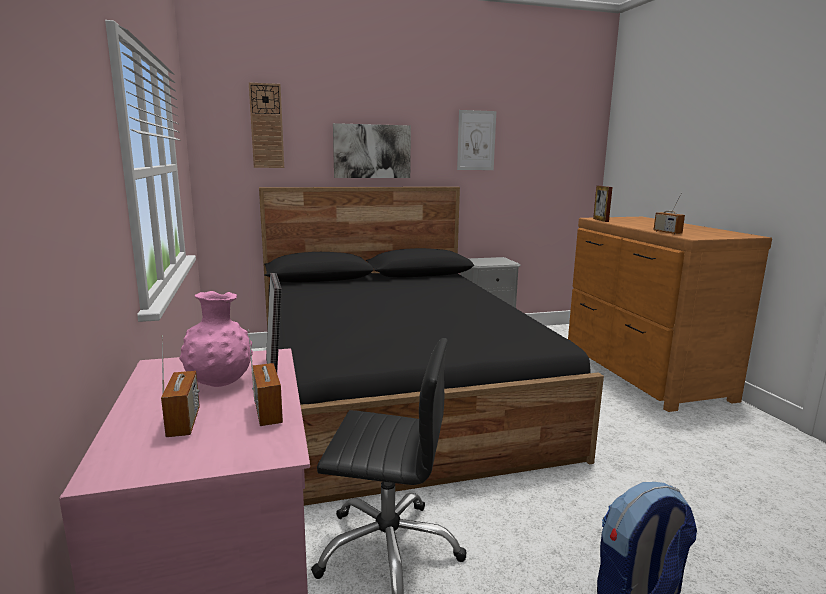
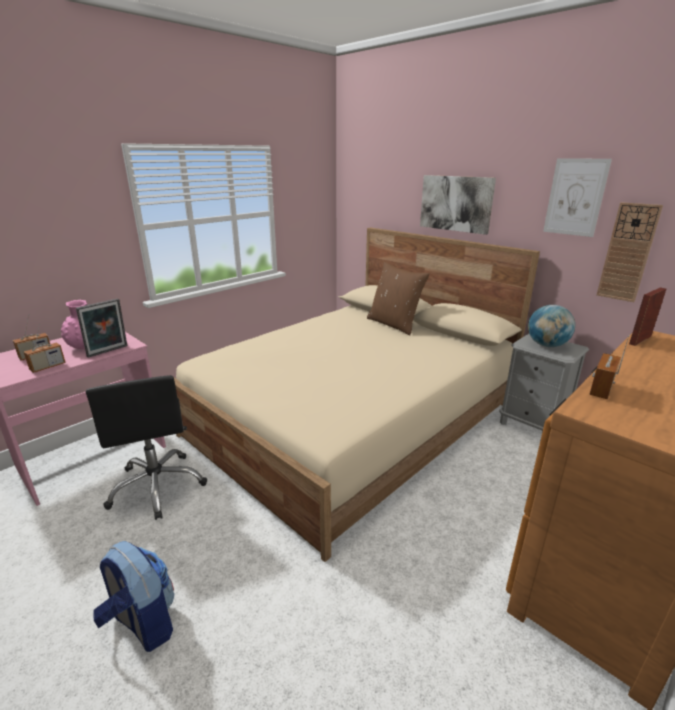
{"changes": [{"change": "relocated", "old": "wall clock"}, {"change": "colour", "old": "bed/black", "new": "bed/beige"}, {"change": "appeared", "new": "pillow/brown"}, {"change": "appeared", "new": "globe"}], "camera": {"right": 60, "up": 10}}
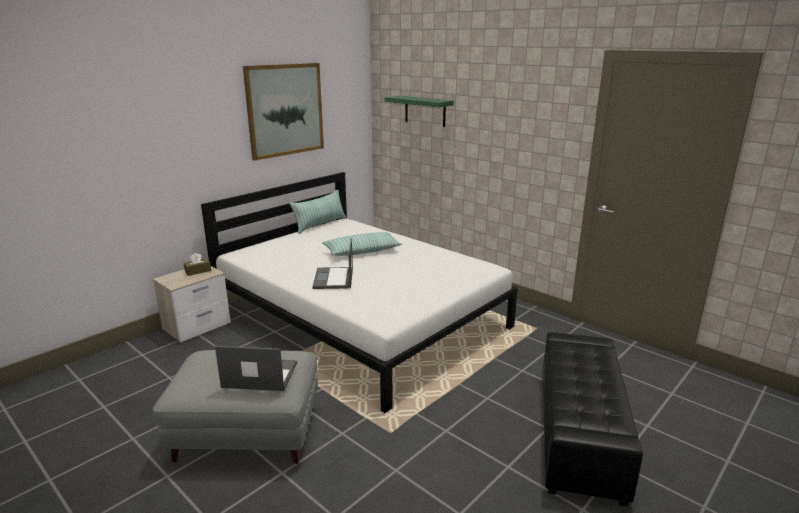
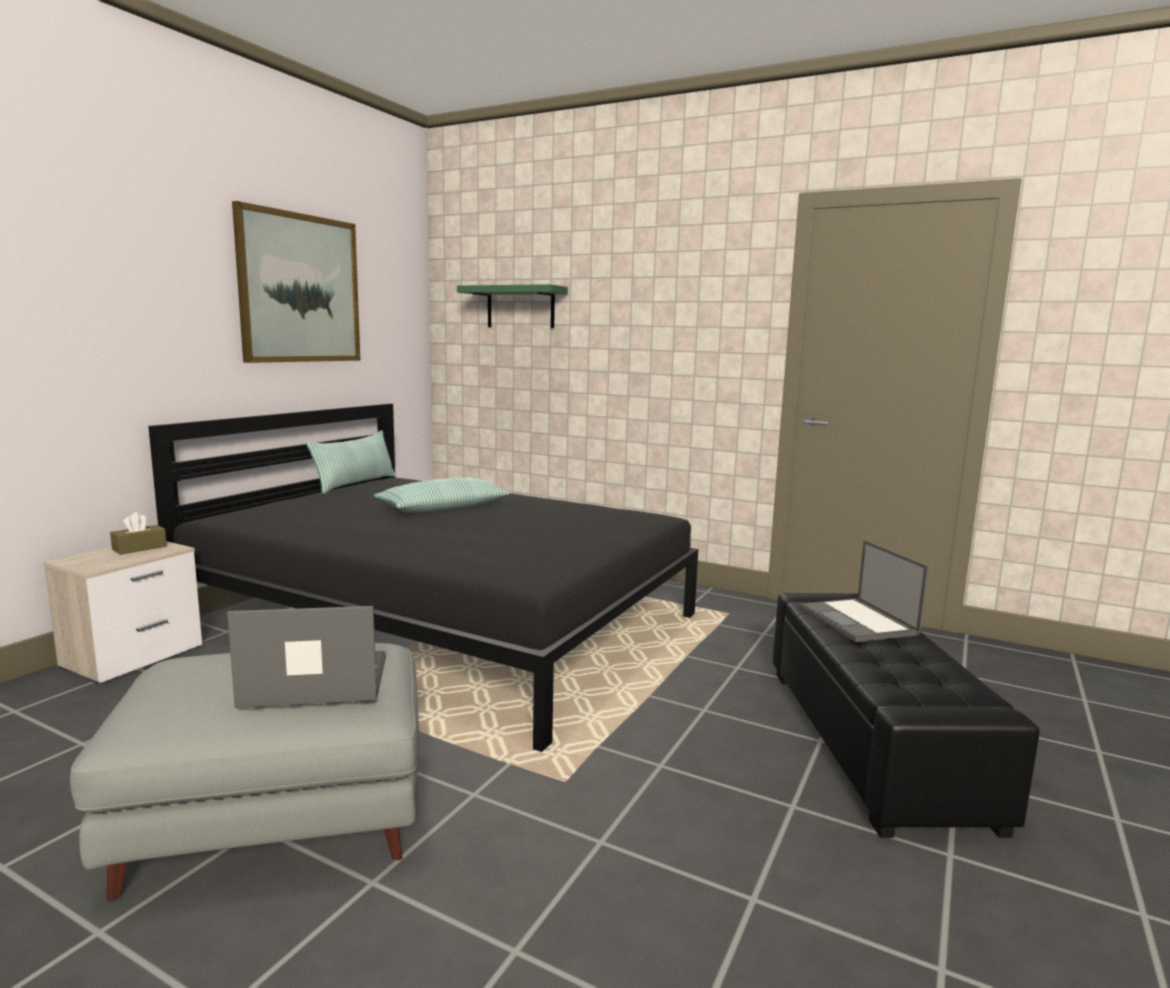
{"changes": [{"change": "colour", "old": "bed/white", "new": "bed/black"}, {"change": "relocated", "old": "laptop (no. 2 from left)"}], "camera": {"right": -15, "up": -10}}
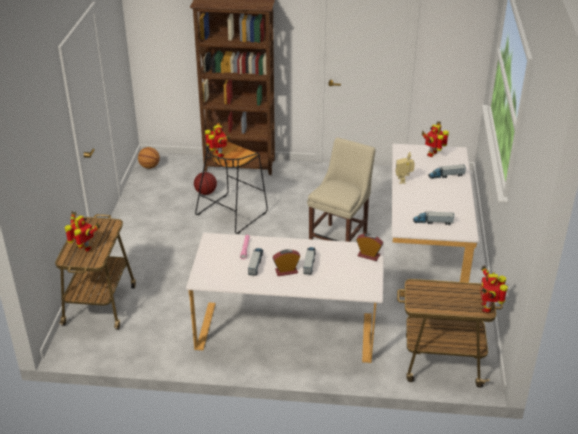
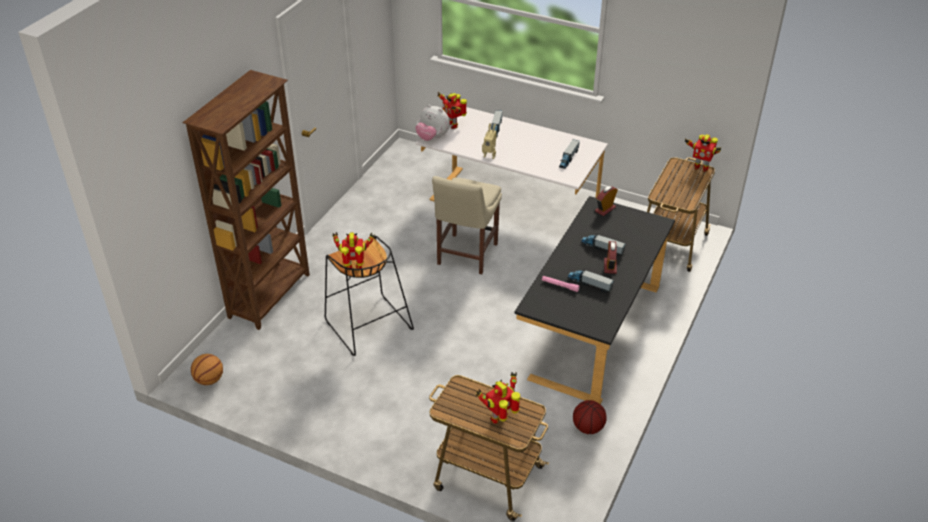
{"changes": [{"change": "spun", "old": "chair/beige", "degrees": -120}, {"change": "relocated", "old": "basketball (no. 2 from left)"}, {"change": "colour", "old": "desk/white (no. 1 from left)", "new": "desk/black"}, {"change": "appeared", "new": "plush toy"}], "camera": {"right": -70, "up": 5}}
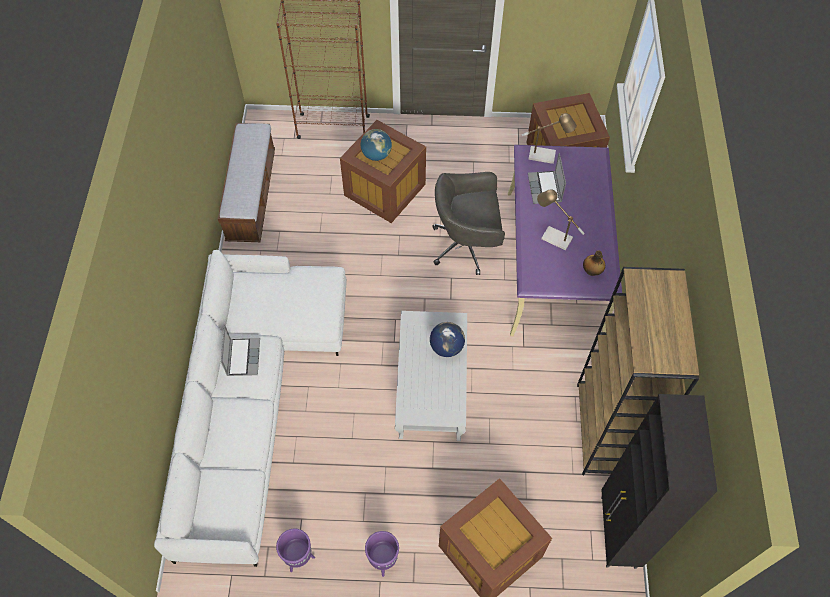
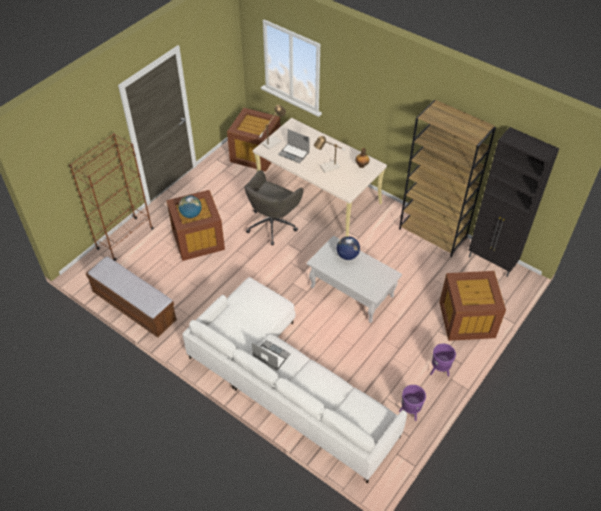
{"changes": [{"change": "colour", "old": "desk/purple", "new": "desk/beige"}], "camera": {"right": -55, "up": -10}}
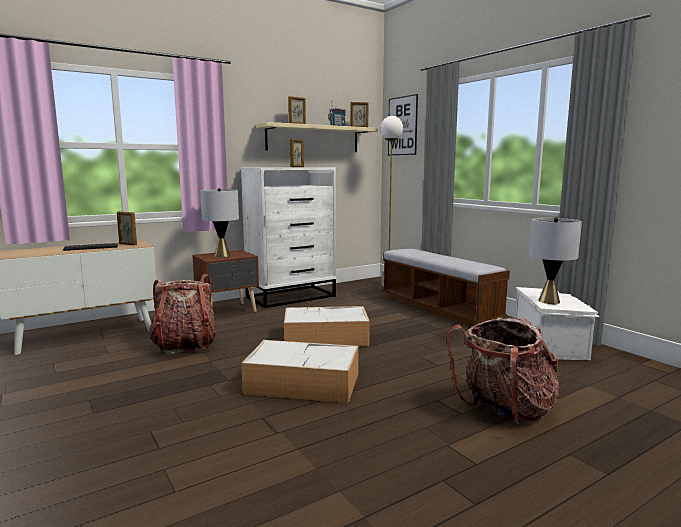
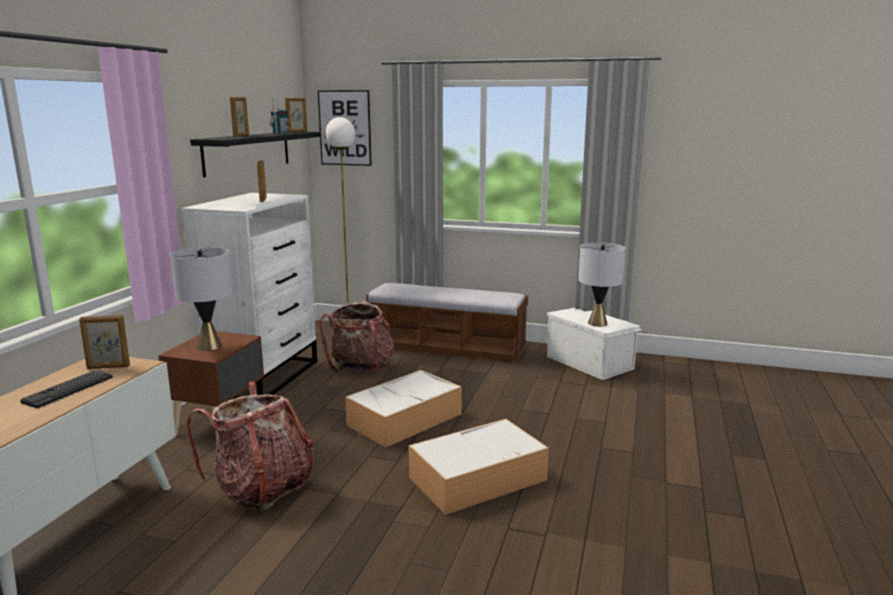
{"changes": [{"change": "colour", "old": "shelf/beige", "new": "shelf/black"}, {"change": "relocated", "old": "backpack (no. 2 from left)"}], "camera": {"right": -40, "up": 5}}
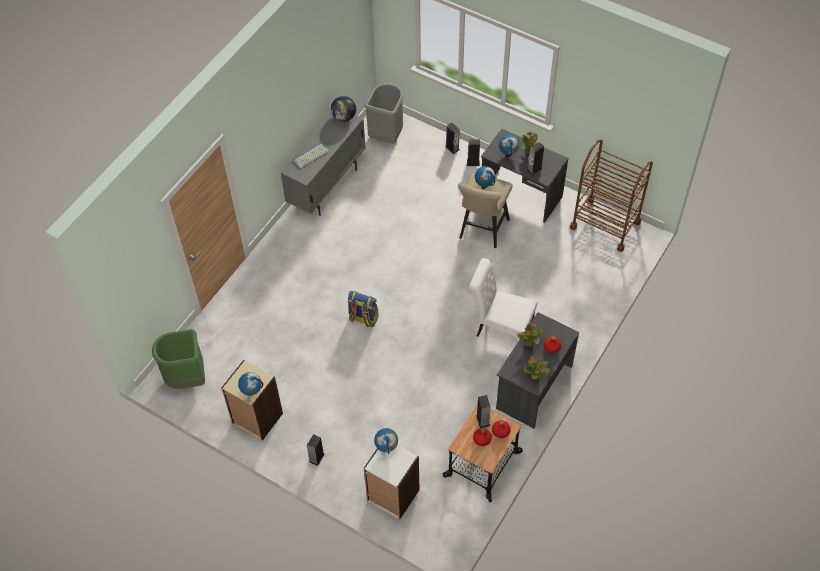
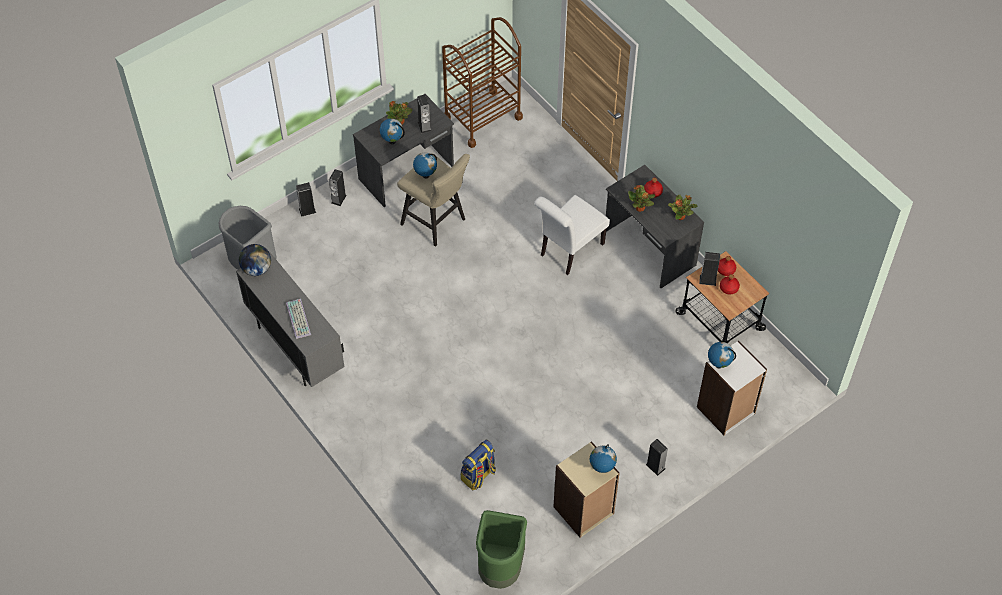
{"changes": [{"change": "relocated", "old": "backpack"}], "camera": {"right": -70, "up": 0}}
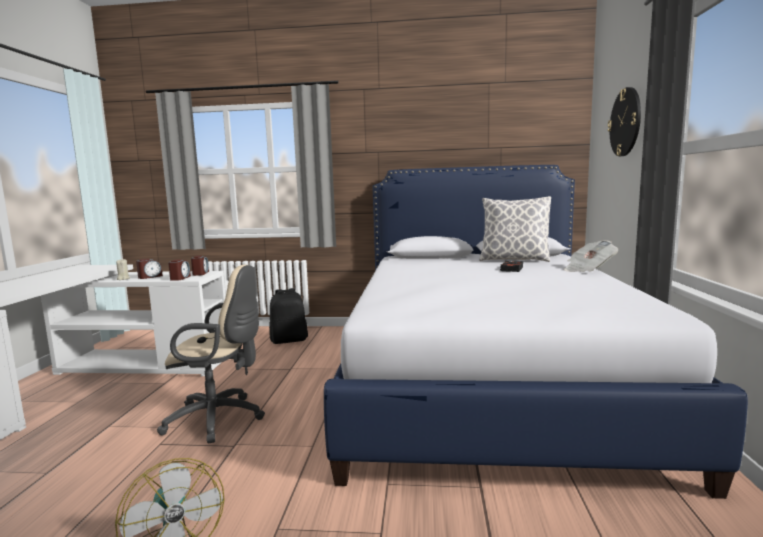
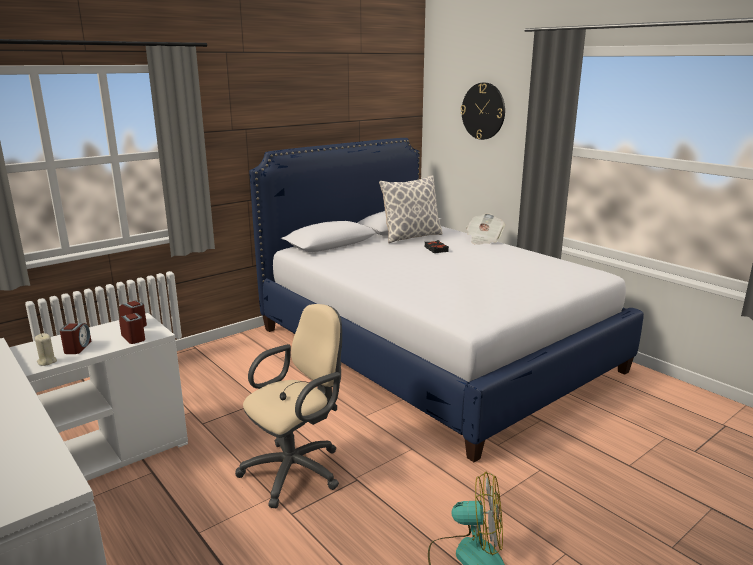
{"changes": [{"change": "missing", "old": "backpack/black"}], "camera": {"right": -45, "up": 10}}
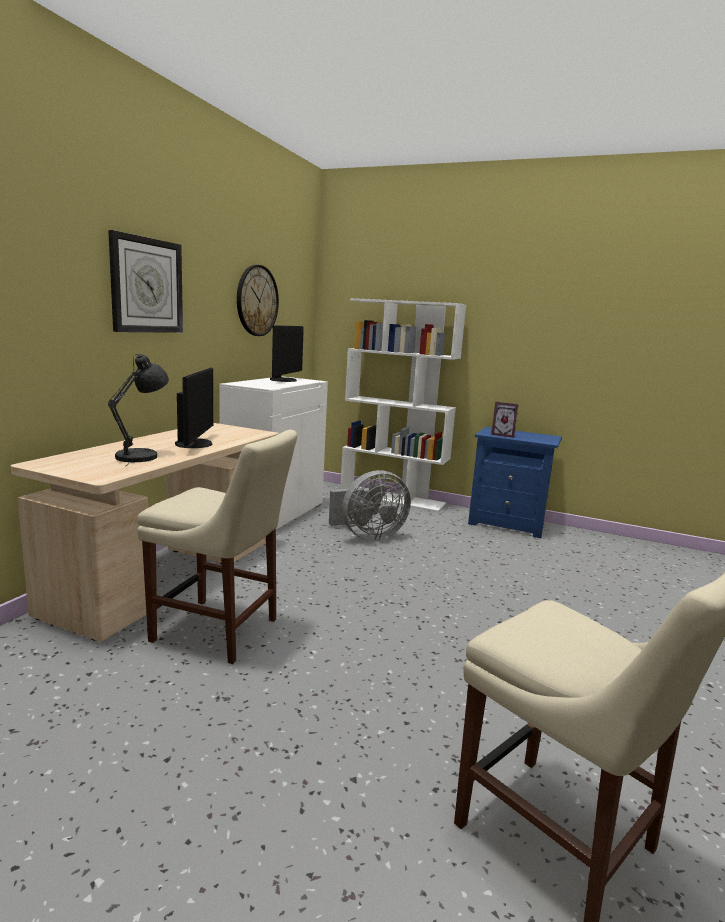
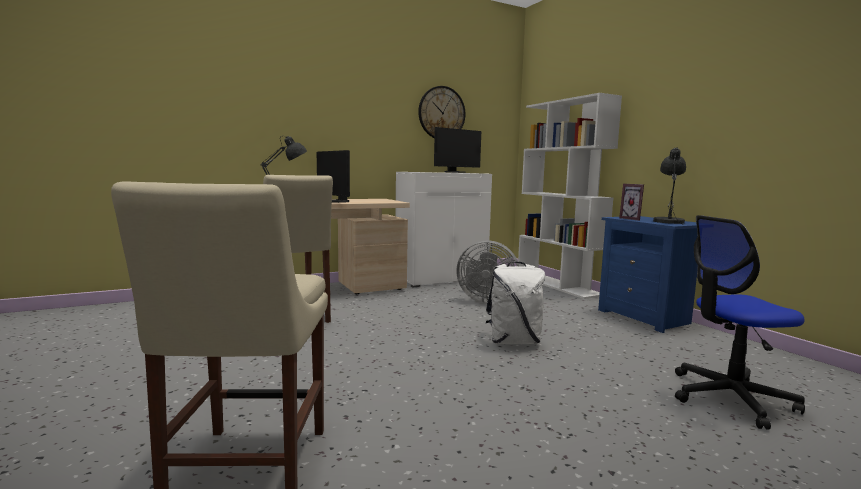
{"changes": [{"change": "missing", "old": "wall clock (no. 1 from left)"}, {"change": "spun", "old": "monitor (no. 1 from left)", "degrees": 105}, {"change": "appeared", "new": "table lamp/grey (no. 2 from left)"}, {"change": "appeared", "new": "office chair"}, {"change": "appeared", "new": "backpack/white"}], "camera": {"right": 40, "up": -5}}
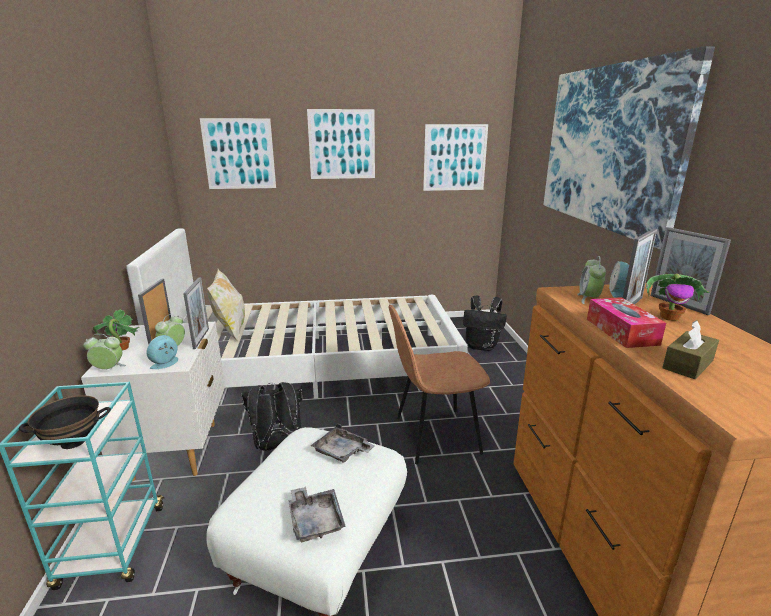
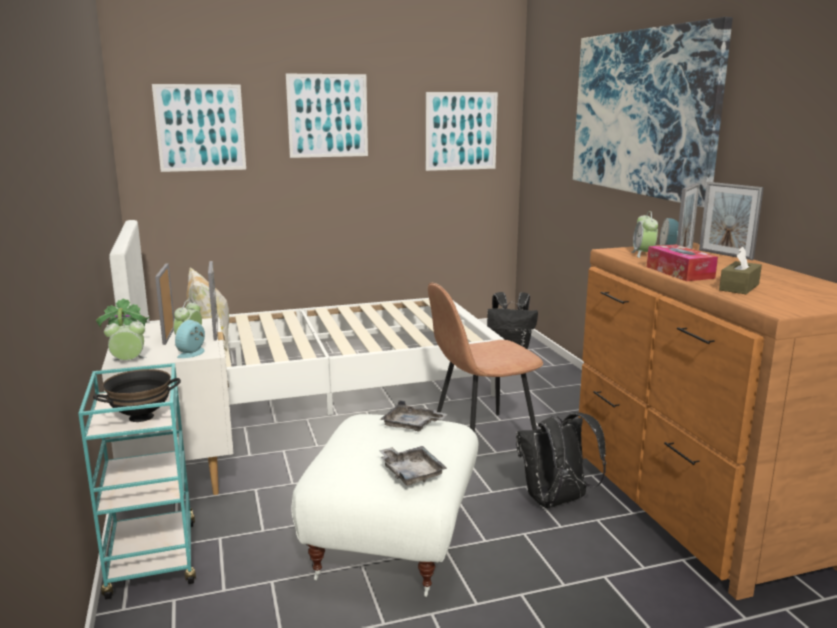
{"changes": [{"change": "missing", "old": "potted plant (no. 2 from left)"}, {"change": "relocated", "old": "backpack/black (no. 1 from left in the first image)", "new": "backpack/black (no. 2 from left)"}], "camera": {"right": -10, "up": -5}}
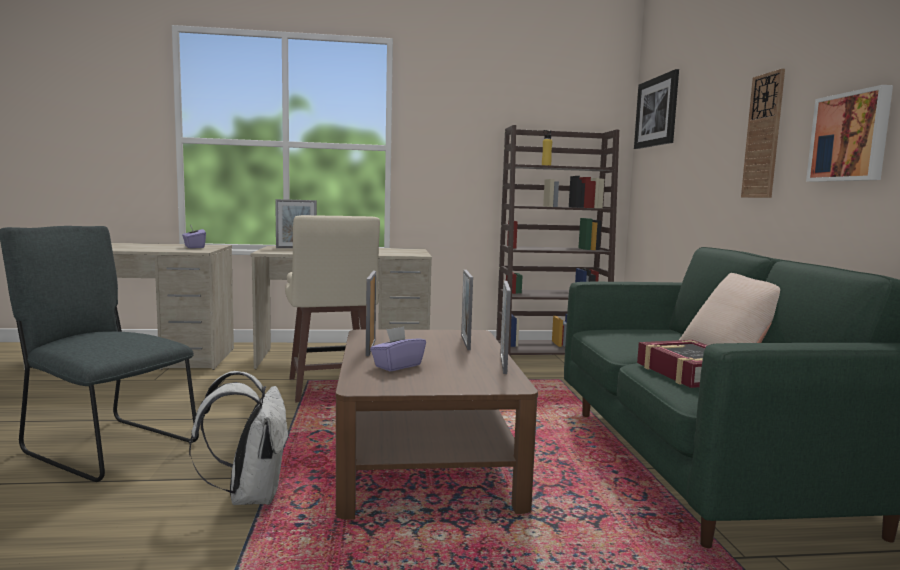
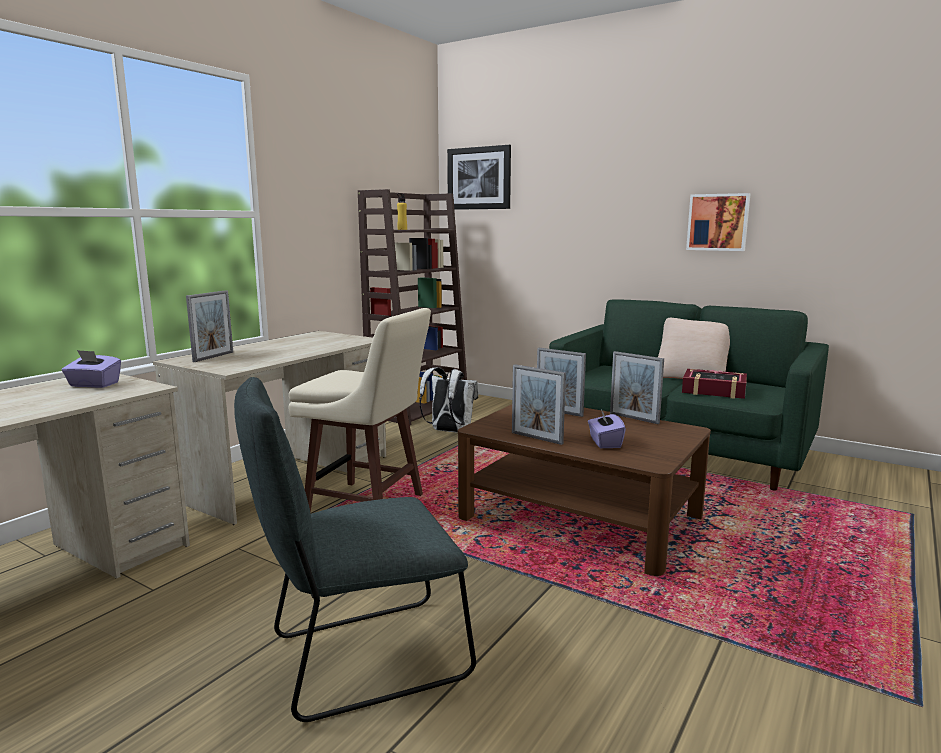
{"changes": [{"change": "missing", "old": "wall clock"}, {"change": "relocated", "old": "backpack/white"}], "camera": {"right": -50, "up": 5}}
